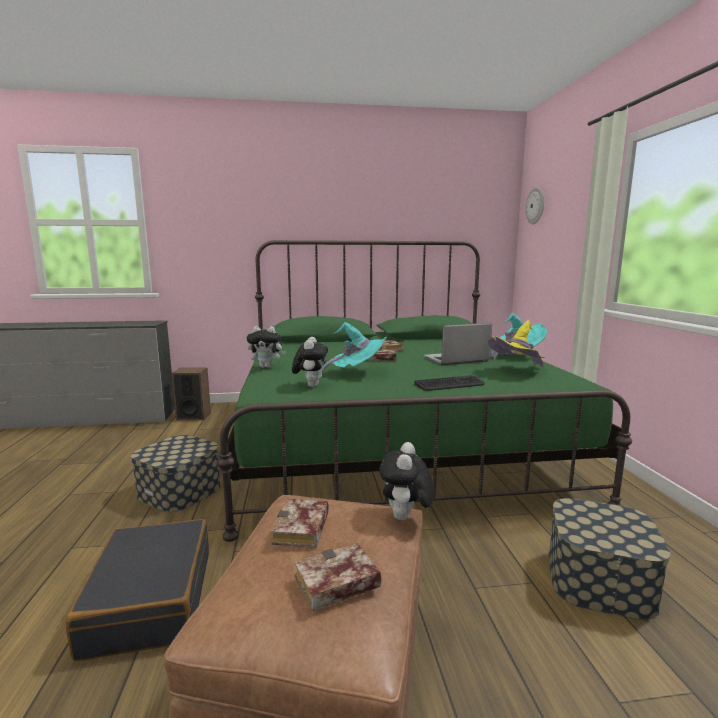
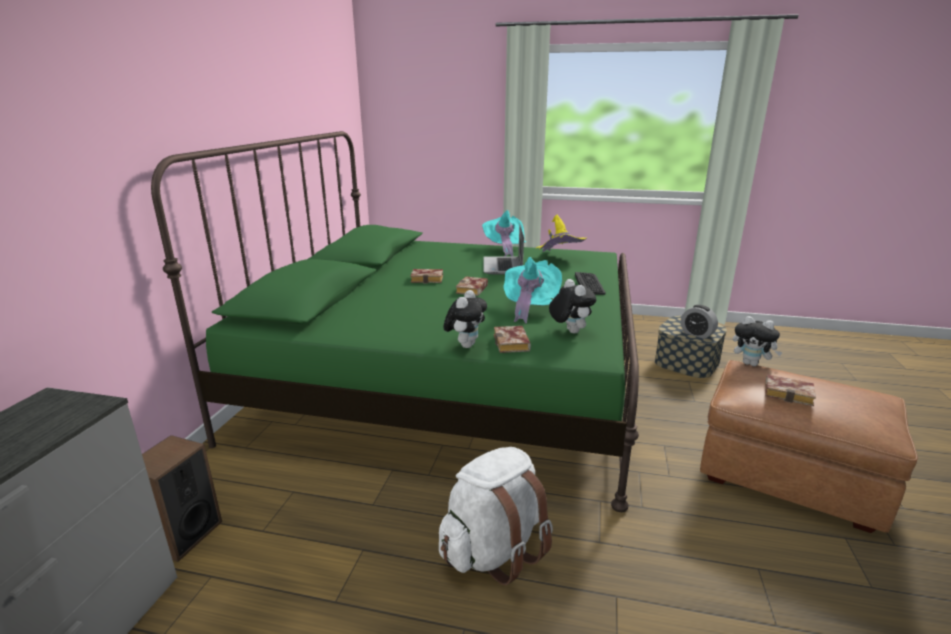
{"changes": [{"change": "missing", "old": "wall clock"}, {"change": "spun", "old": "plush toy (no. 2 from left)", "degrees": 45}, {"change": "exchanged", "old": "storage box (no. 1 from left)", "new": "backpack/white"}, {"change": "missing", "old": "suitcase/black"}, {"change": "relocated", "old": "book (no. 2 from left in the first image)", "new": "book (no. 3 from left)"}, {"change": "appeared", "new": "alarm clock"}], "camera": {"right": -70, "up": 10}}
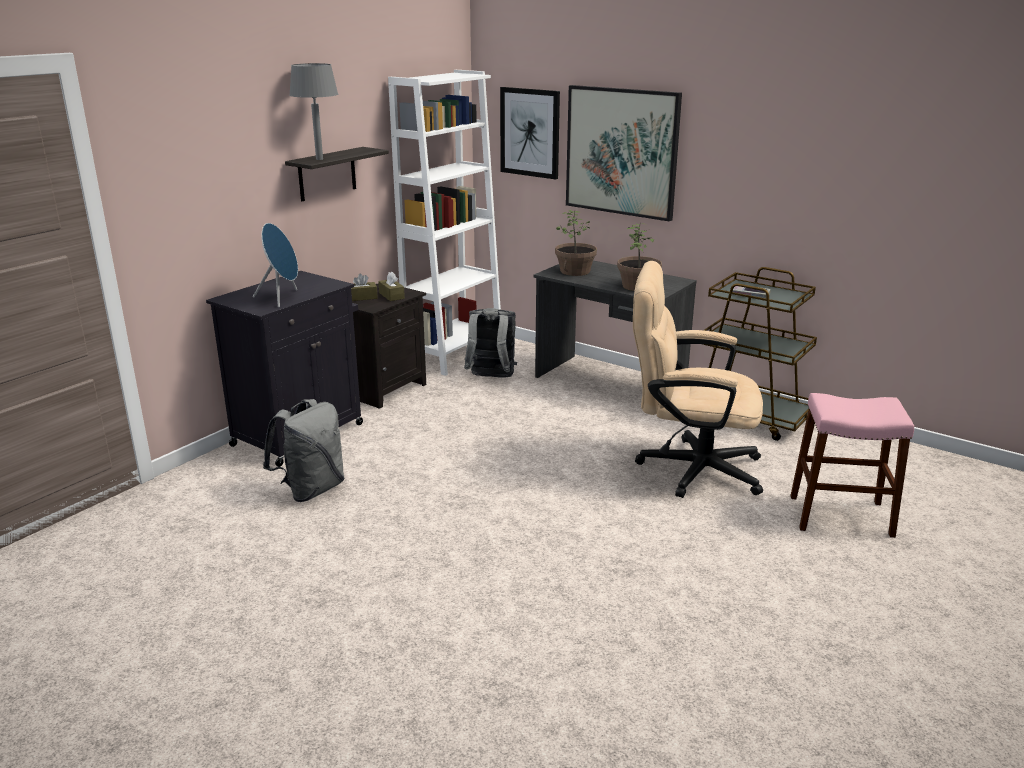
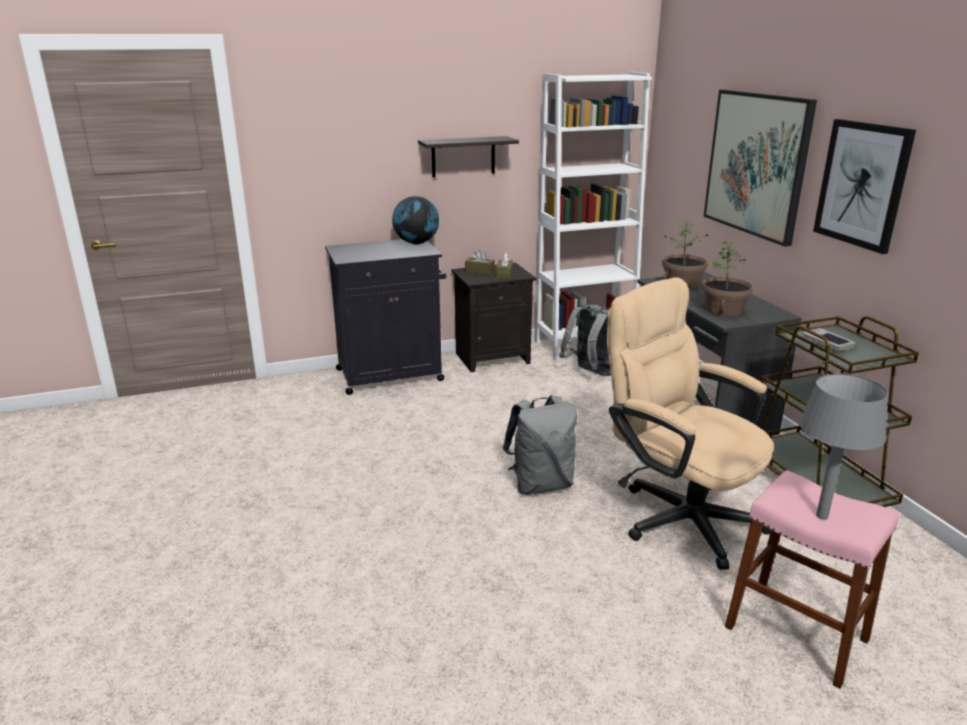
{"changes": [{"change": "relocated", "old": "table lamp/grey"}, {"change": "relocated", "old": "picture (no. 1 from left in the first image)", "new": "picture (no. 2 from left)"}, {"change": "missing", "old": "speaker/blue"}, {"change": "relocated", "old": "backpack/grey (no. 1 from left)"}, {"change": "appeared", "new": "globe"}], "camera": {"right": 35, "up": 0}}
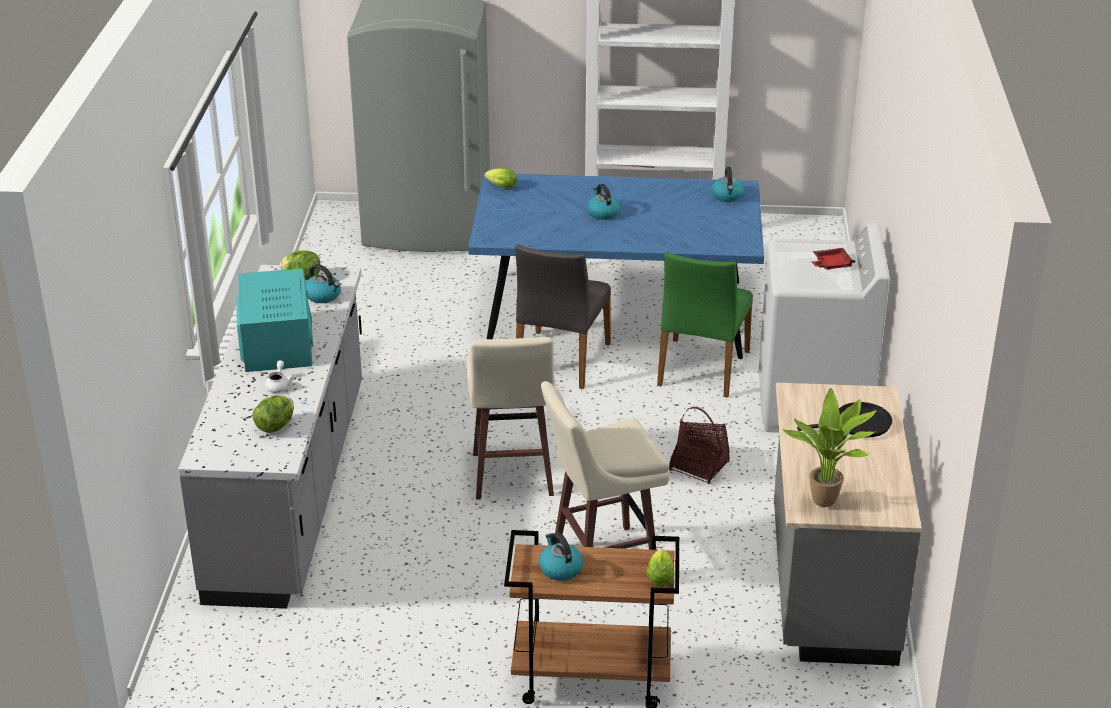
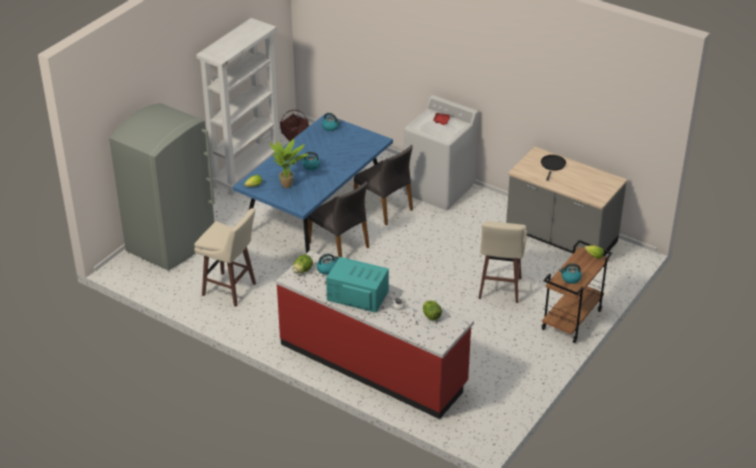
{"changes": [{"change": "colour", "old": "chair/green", "new": "chair/grey (no. 2 from left)"}, {"change": "colour", "old": "counter/grey (no. 1 from left)", "new": "counter/red"}, {"change": "relocated", "old": "stool/beige (no. 1 from left)"}, {"change": "relocated", "old": "potted plant"}, {"change": "relocated", "old": "basket"}], "camera": {"right": -60, "up": 5}}
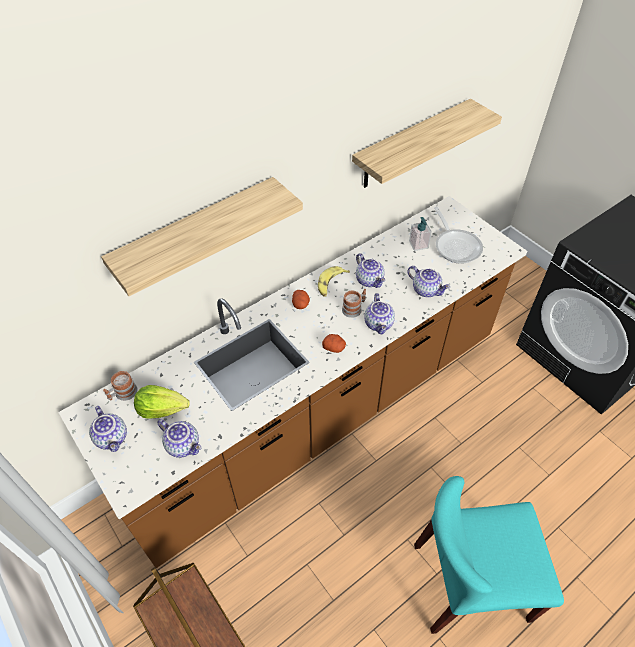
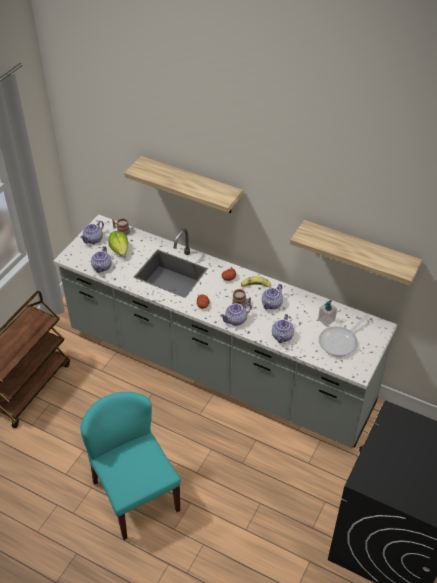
{"changes": [{"change": "colour", "old": "counter/brown", "new": "counter/grey"}], "camera": {"right": 65, "up": -5}}
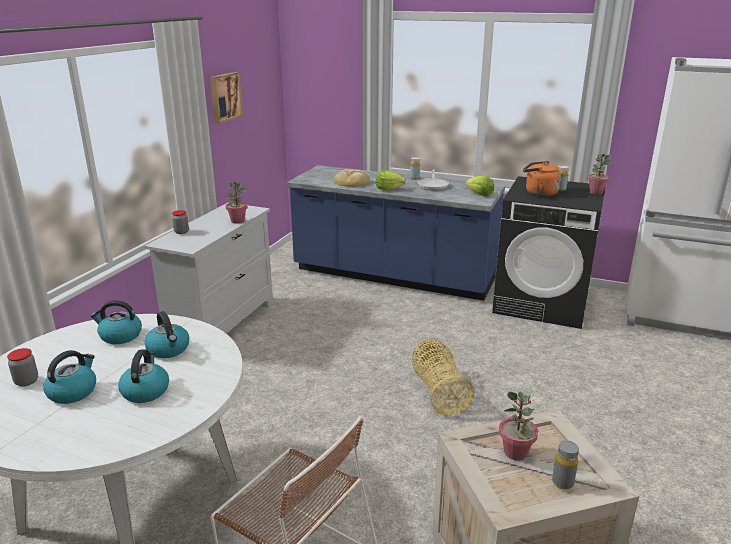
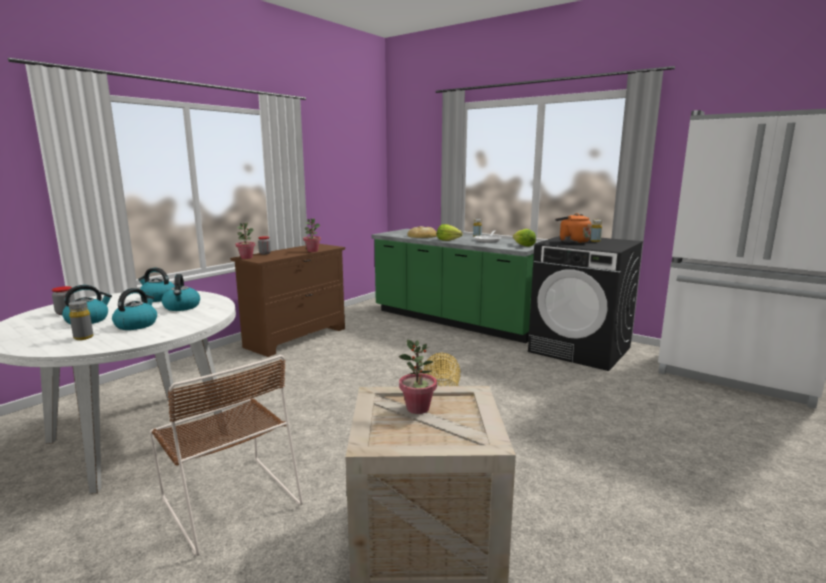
{"changes": [{"change": "missing", "old": "picture"}, {"change": "relocated", "old": "potted plant (no. 3 from left in the first image)", "new": "potted plant (no. 1 from left)"}, {"change": "colour", "old": "counter/blue", "new": "counter/green"}, {"change": "colour", "old": "dresser/white", "new": "dresser/brown"}, {"change": "relocated", "old": "bottle/grey"}], "camera": {"right": 15, "up": -10}}
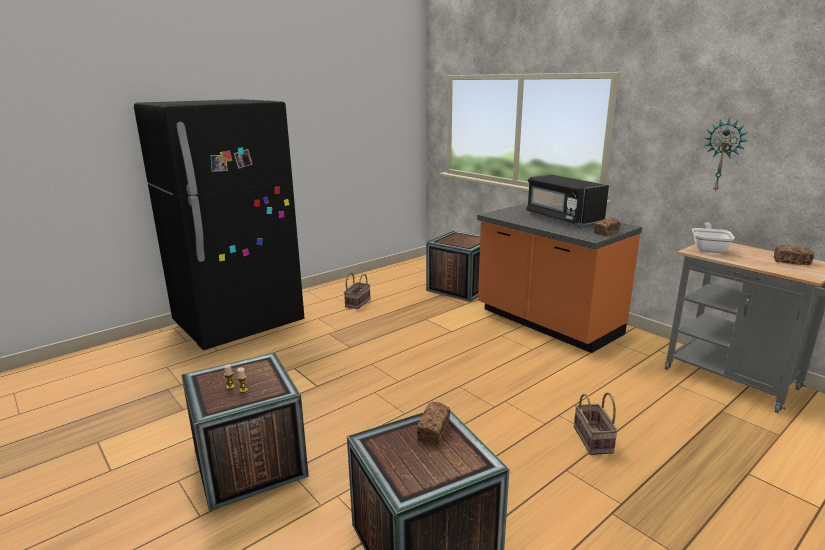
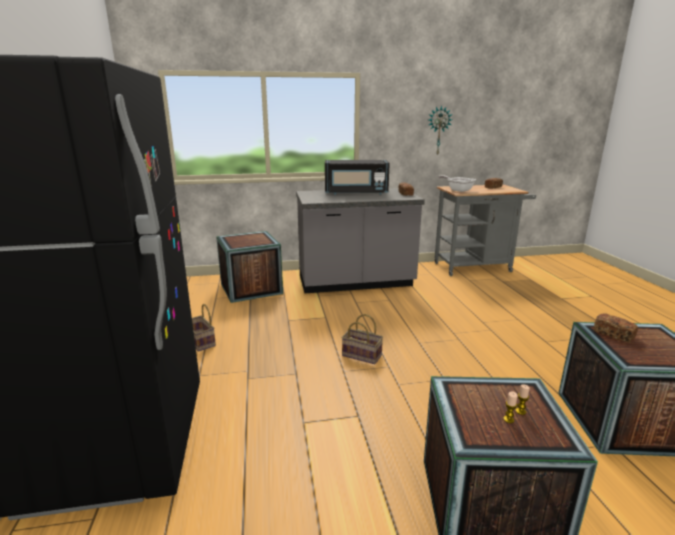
{"changes": [{"change": "colour", "old": "counter/orange", "new": "counter/grey"}, {"change": "relocated", "old": "basket (no. 2 from left)"}], "camera": {"right": -60, "up": 0}}
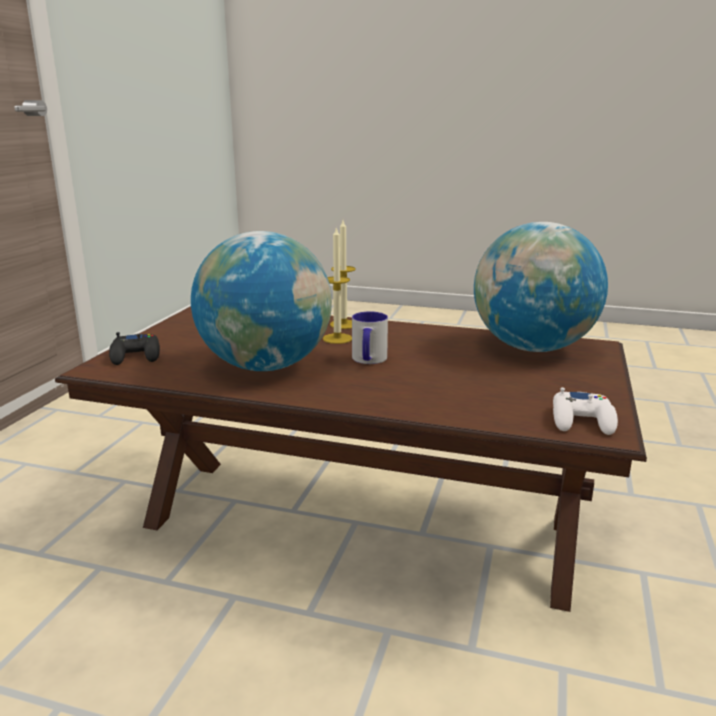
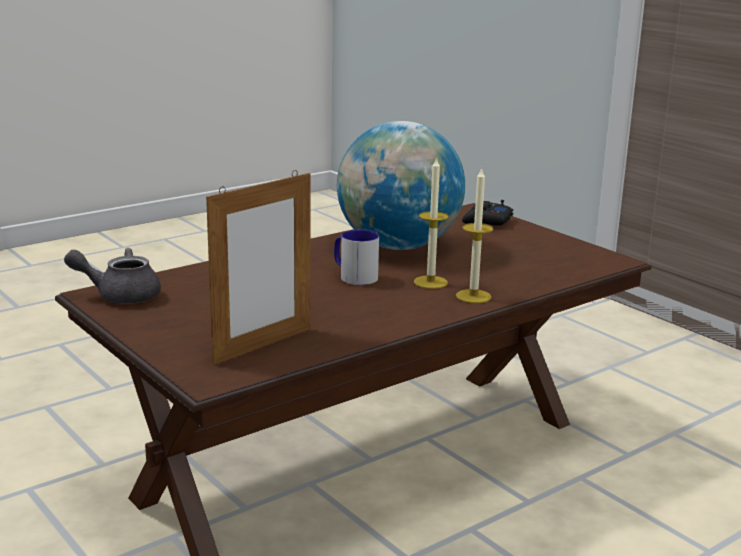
{"changes": [{"change": "exchanged", "old": "globe (no. 2 from left)", "new": "picture frame"}, {"change": "exchanged", "old": "game controller/white", "new": "teapot/grey"}], "camera": {"right": 125, "up": 0}}
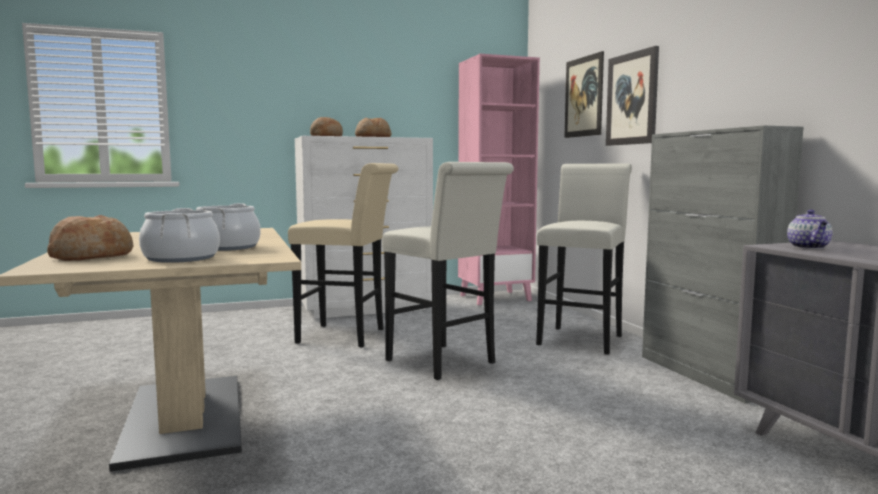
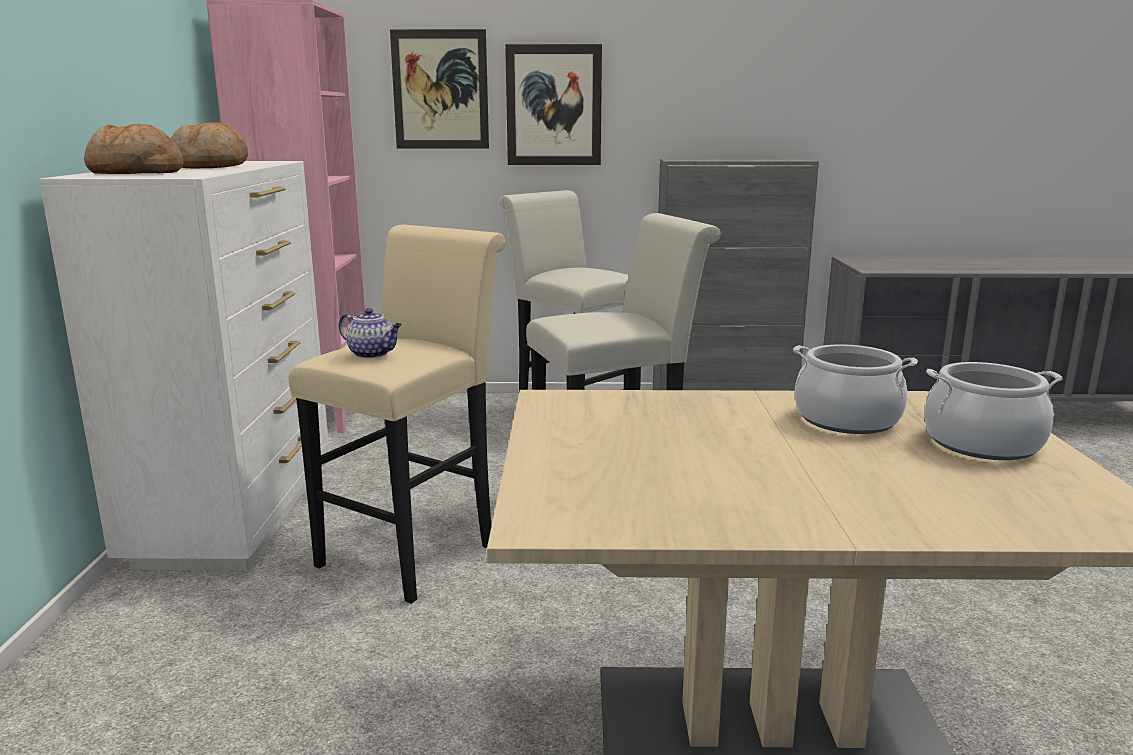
{"changes": [{"change": "relocated", "old": "teapot"}, {"change": "missing", "old": "bread (no. 1 from left)"}], "camera": {"right": -70, "up": 10}}
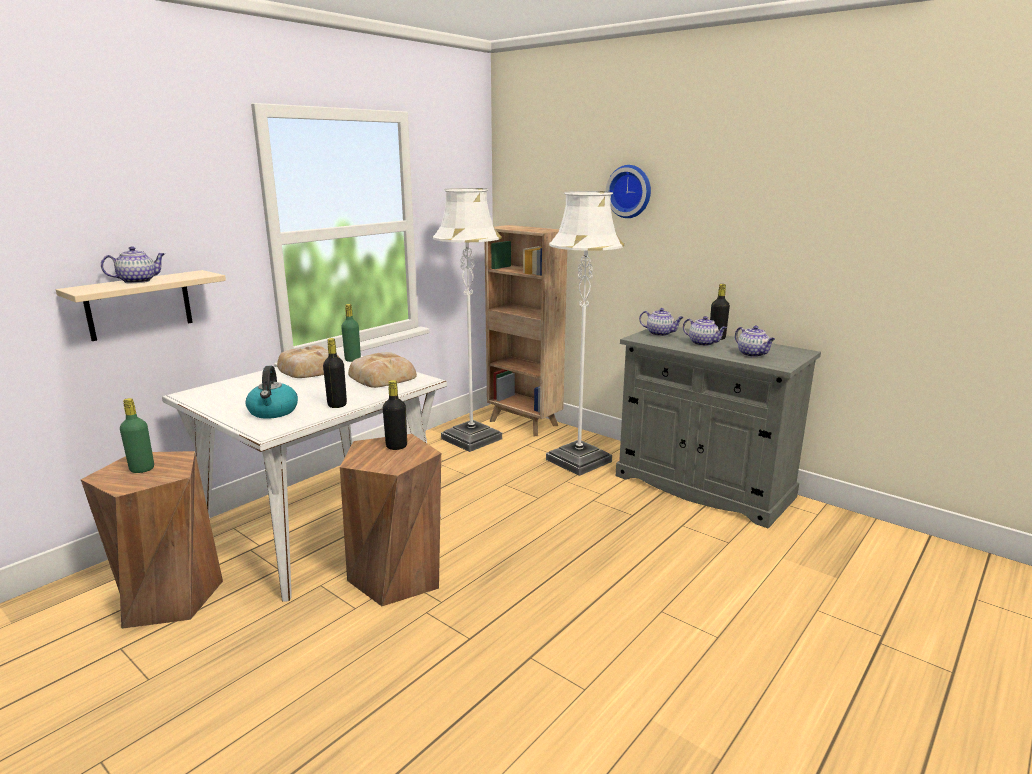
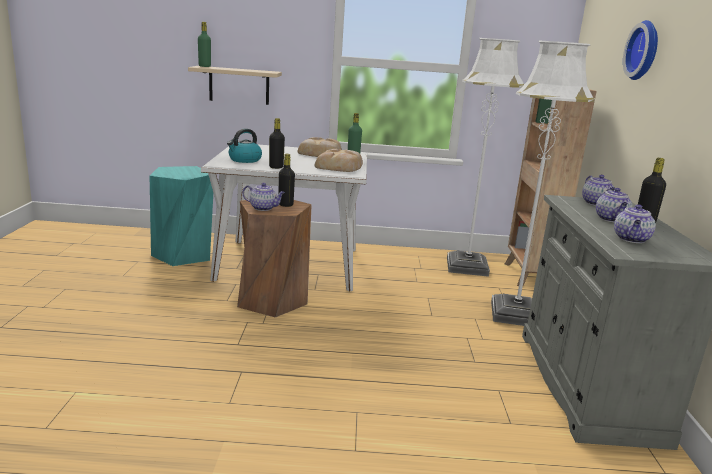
{"changes": [{"change": "relocated", "old": "teapot (no. 1 from left)"}, {"change": "relocated", "old": "bottle/green (no. 1 from left)"}, {"change": "colour", "old": "stool/brown (no. 1 from left)", "new": "stool/turquoise"}], "camera": {"right": 50, "up": 0}}
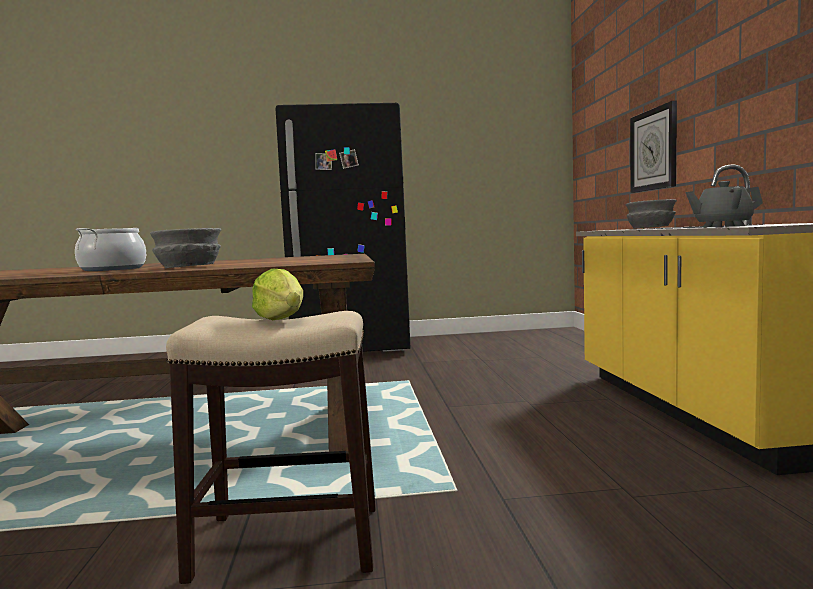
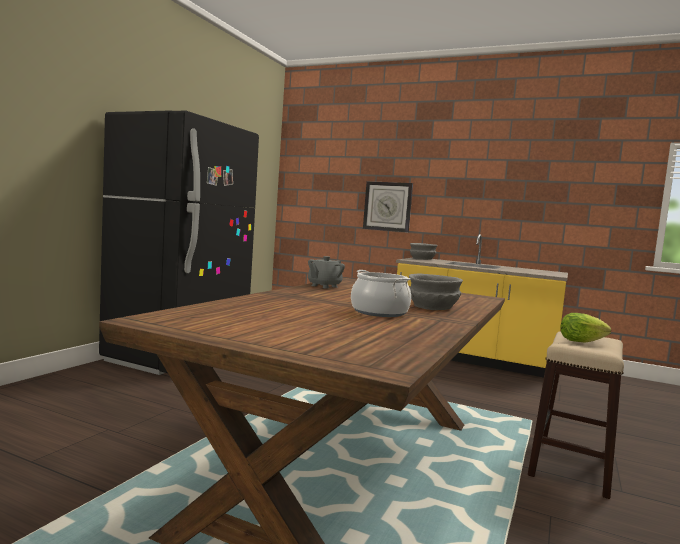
{"changes": [{"change": "relocated", "old": "teapot/grey"}], "camera": {"right": -60, "up": 0}}
